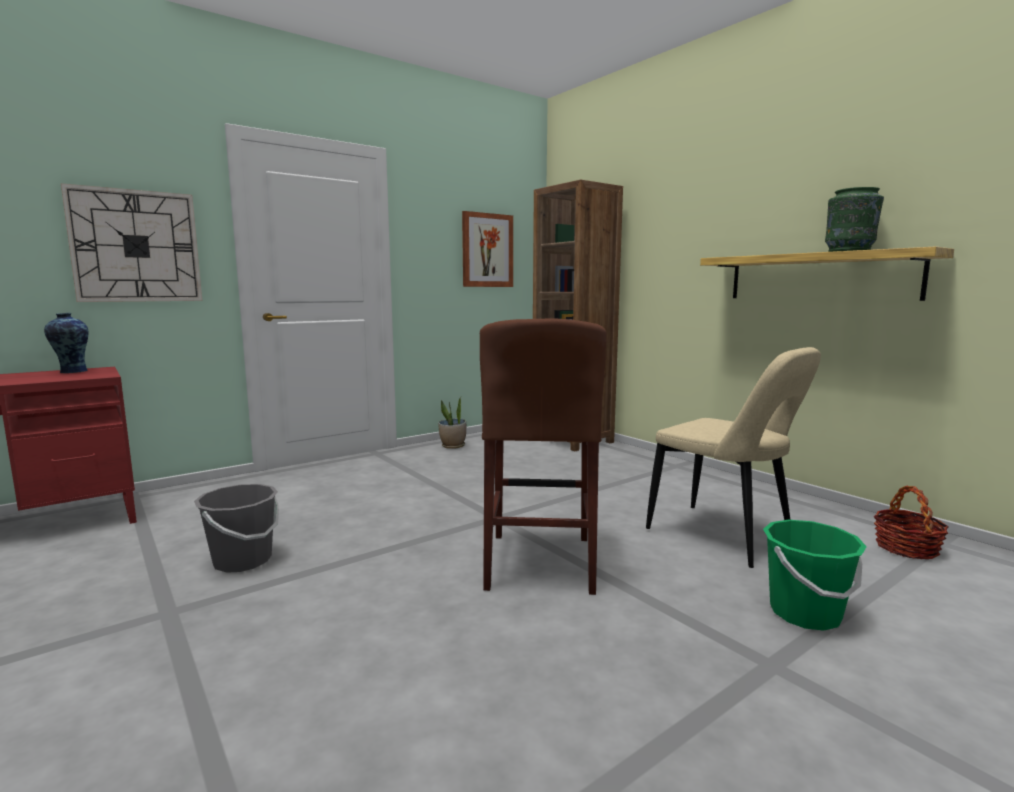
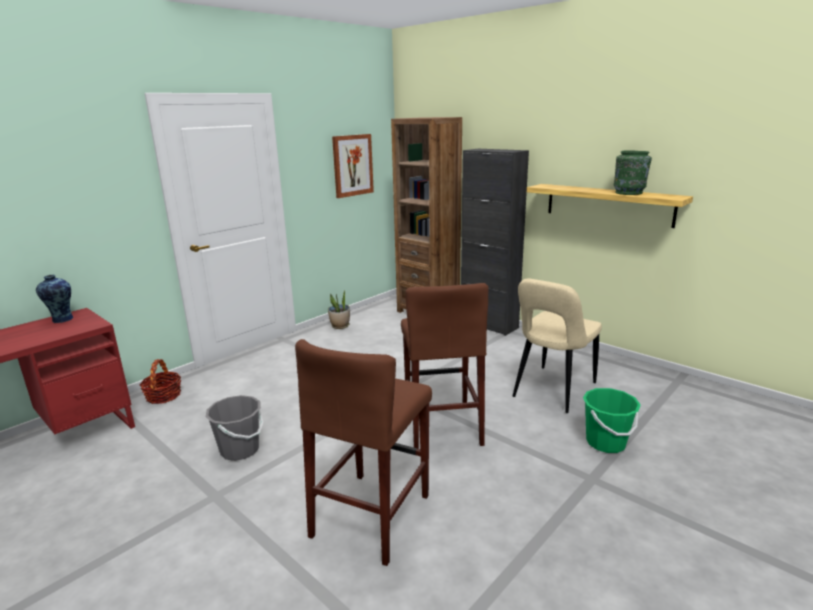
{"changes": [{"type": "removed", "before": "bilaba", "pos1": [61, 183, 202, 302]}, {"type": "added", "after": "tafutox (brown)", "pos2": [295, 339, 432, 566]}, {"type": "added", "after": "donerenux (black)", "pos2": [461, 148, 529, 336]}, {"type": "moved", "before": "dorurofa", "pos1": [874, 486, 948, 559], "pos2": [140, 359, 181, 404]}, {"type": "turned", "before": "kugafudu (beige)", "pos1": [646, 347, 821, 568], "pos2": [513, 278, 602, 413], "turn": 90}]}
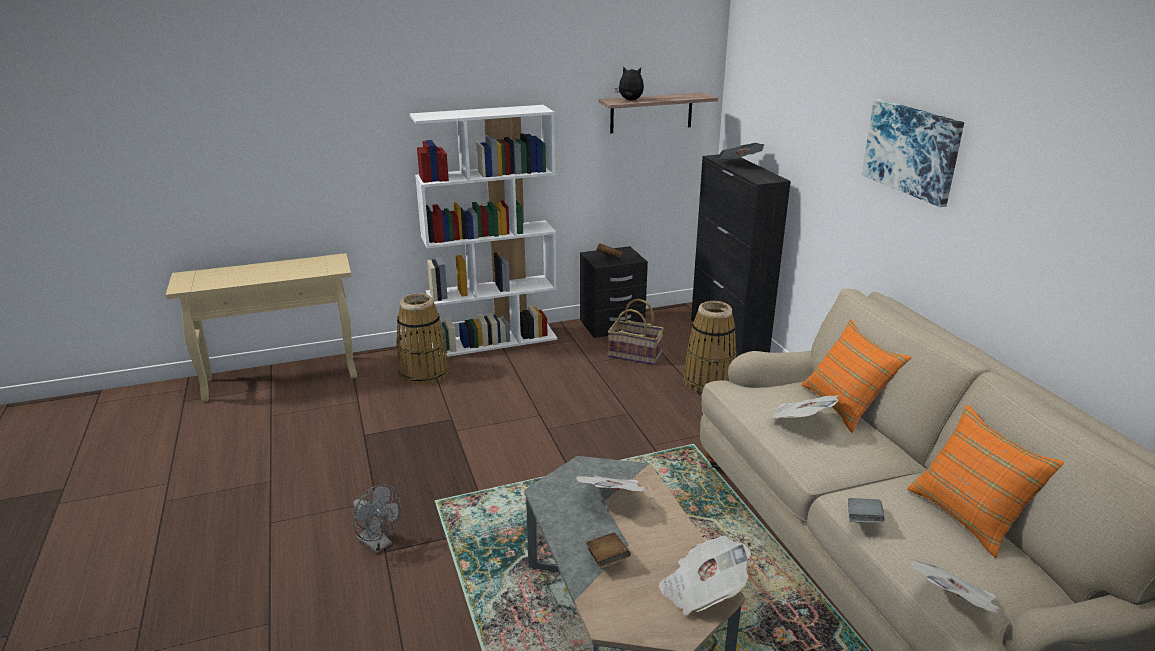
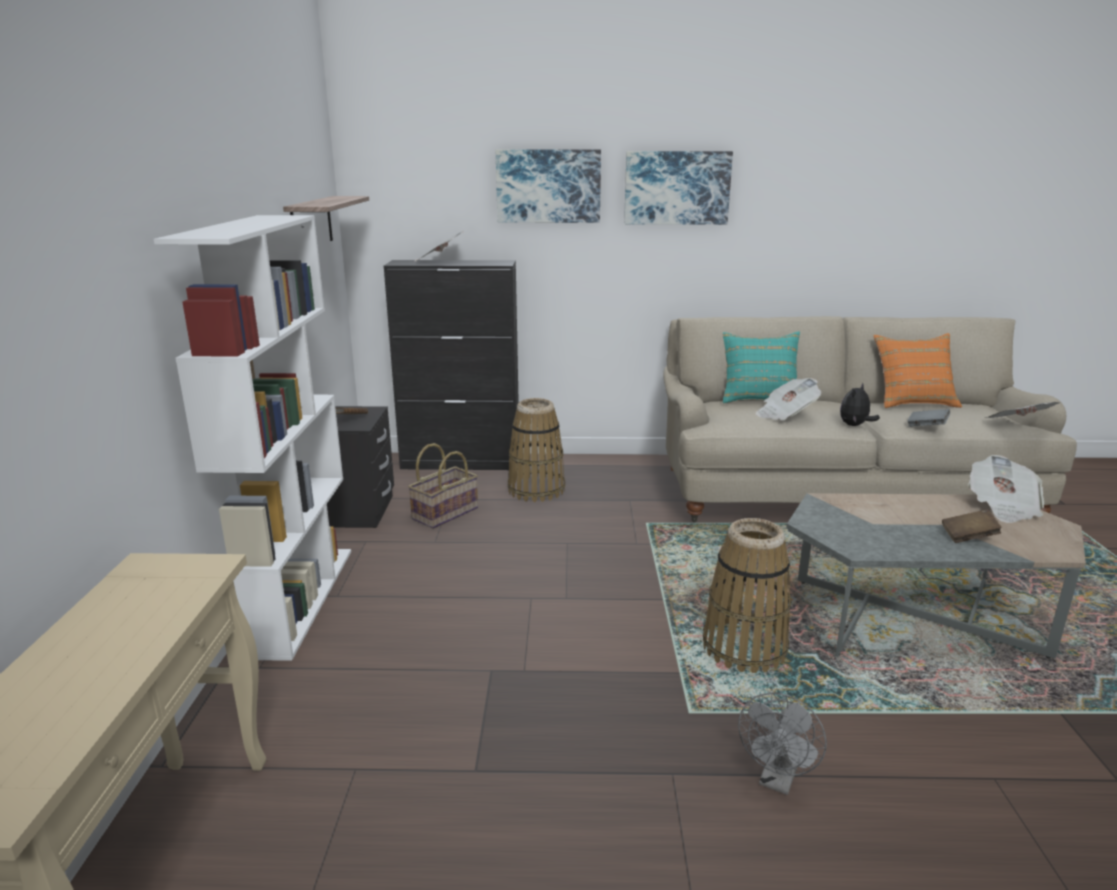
{"changes": [{"type": "removed", "before": "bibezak", "pos1": [576, 476, 646, 491]}, {"type": "added", "after": "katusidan", "pos2": [496, 149, 601, 223]}, {"type": "moved", "before": "dorurofa", "pos1": [396, 293, 449, 386], "pos2": [703, 518, 792, 673]}, {"type": "moved", "before": "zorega", "pos1": [615, 66, 644, 100], "pos2": [840, 383, 880, 426]}, {"type": "recoloured", "before": "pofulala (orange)", "after": "pofulala (turquoise)", "pos1": [801, 319, 912, 433], "pos2": [723, 332, 800, 403]}, {"type": "turned", "before": "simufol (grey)", "pos1": [353, 484, 401, 553], "pos2": [738, 692, 827, 795], "turn": 150}]}
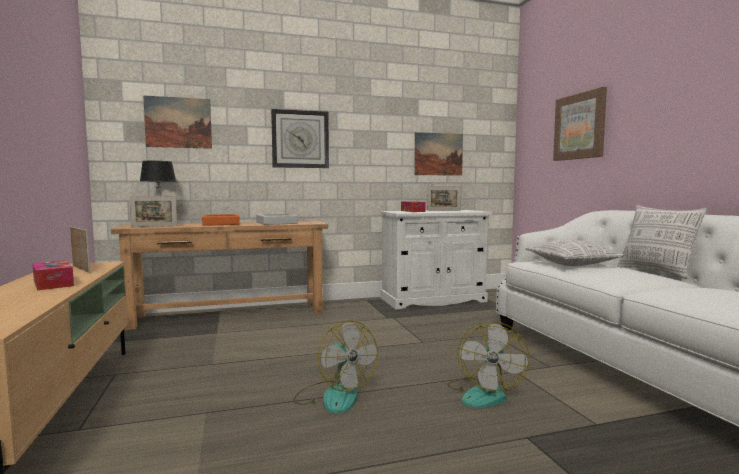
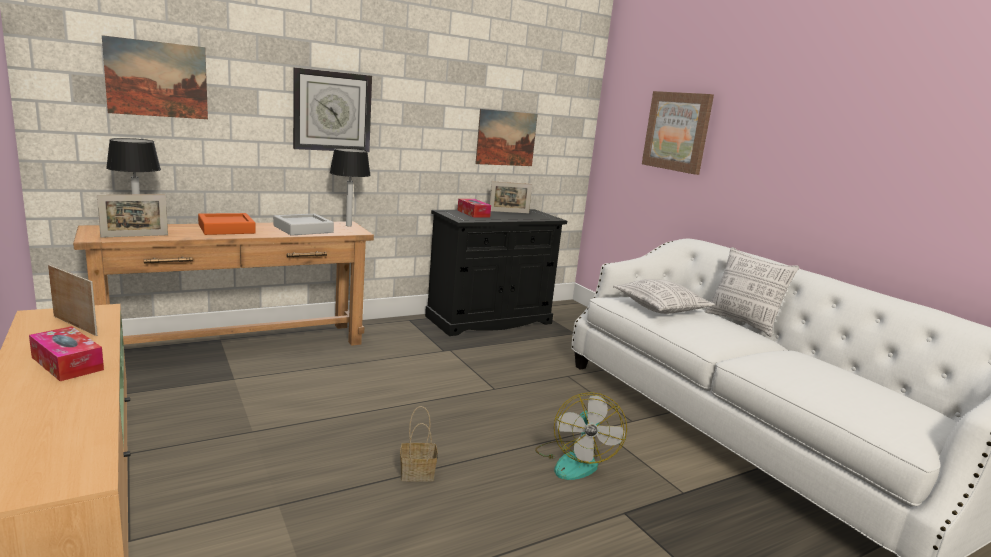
{"changes": [{"type": "added", "after": "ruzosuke", "pos2": [330, 148, 371, 226]}, {"type": "replaced", "before": "simufol", "after": "dorurofa", "pos1": [293, 320, 378, 414], "pos2": [400, 406, 437, 482]}, {"type": "recoloured", "before": "donerenux (white)", "after": "donerenux (black)", "pos1": [380, 210, 492, 309], "pos2": [425, 209, 567, 336]}]}
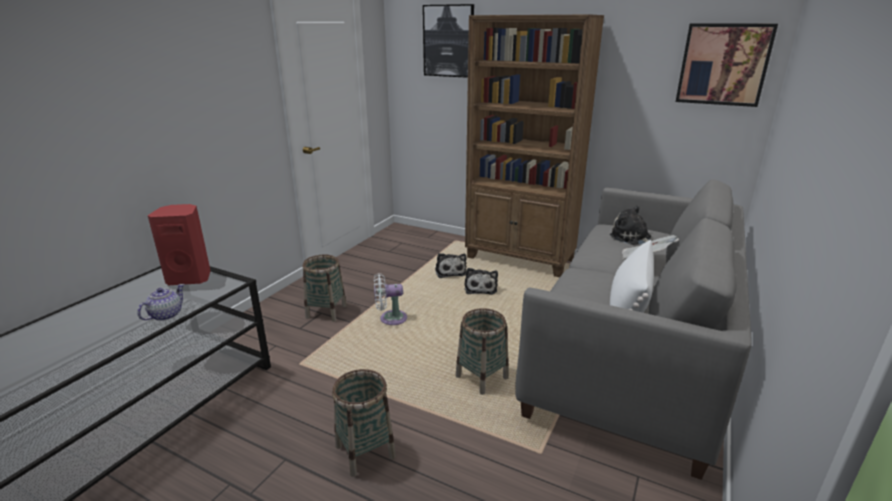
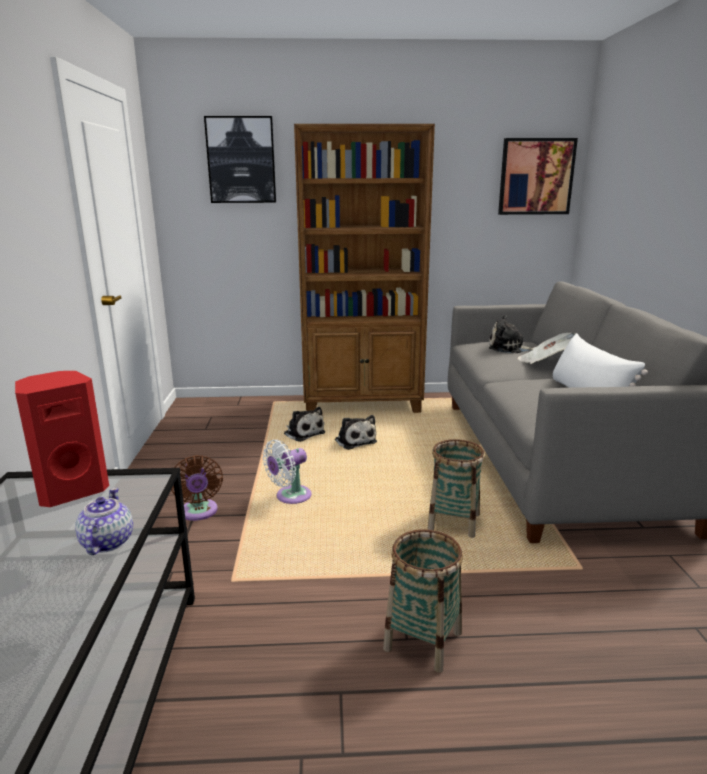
{"changes": [{"type": "replaced", "before": "dorurofa", "after": "simufol (brown)", "pos1": [303, 255, 347, 322], "pos2": [171, 455, 223, 521]}]}
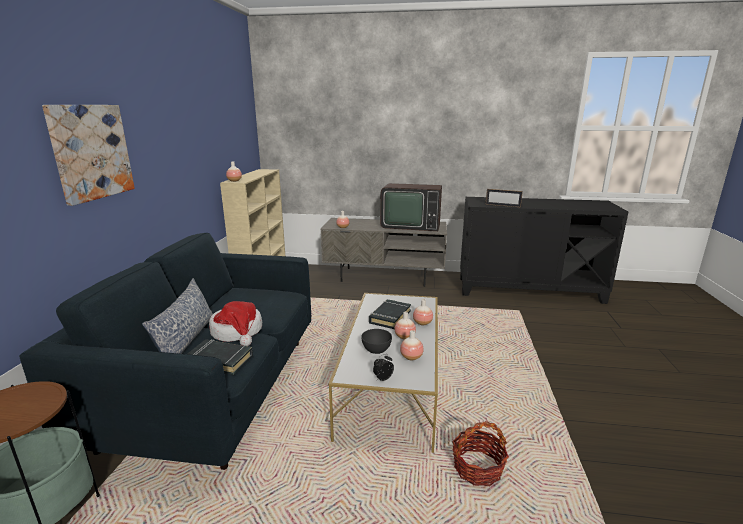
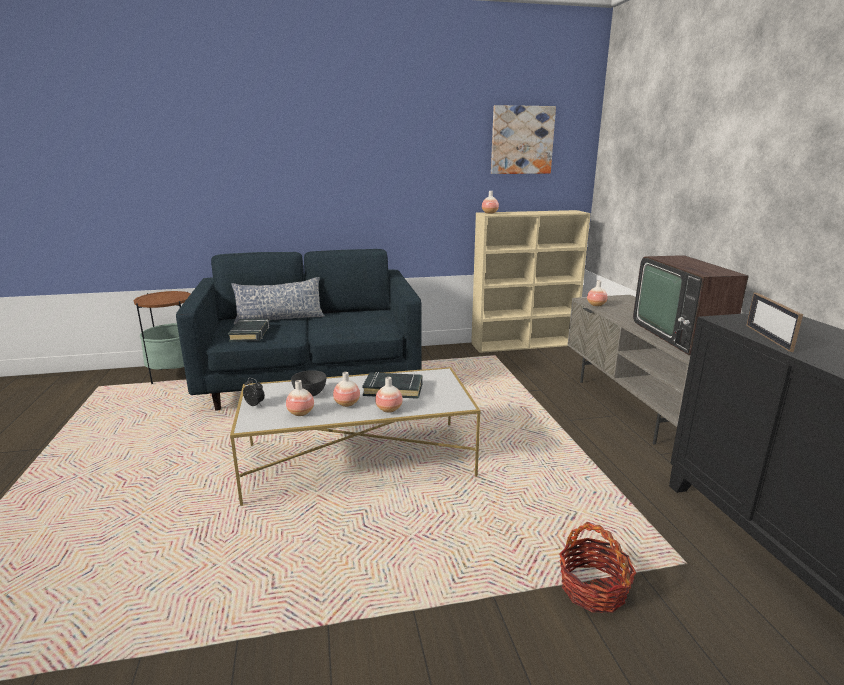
{"changes": [{"type": "removed", "before": "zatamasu", "pos1": [209, 301, 262, 346]}, {"type": "moved", "before": "katusidan", "pos1": [42, 105, 135, 206], "pos2": [491, 105, 556, 174]}, {"type": "moved", "before": "dorurofa", "pos1": [452, 421, 509, 486], "pos2": [559, 522, 636, 613]}]}
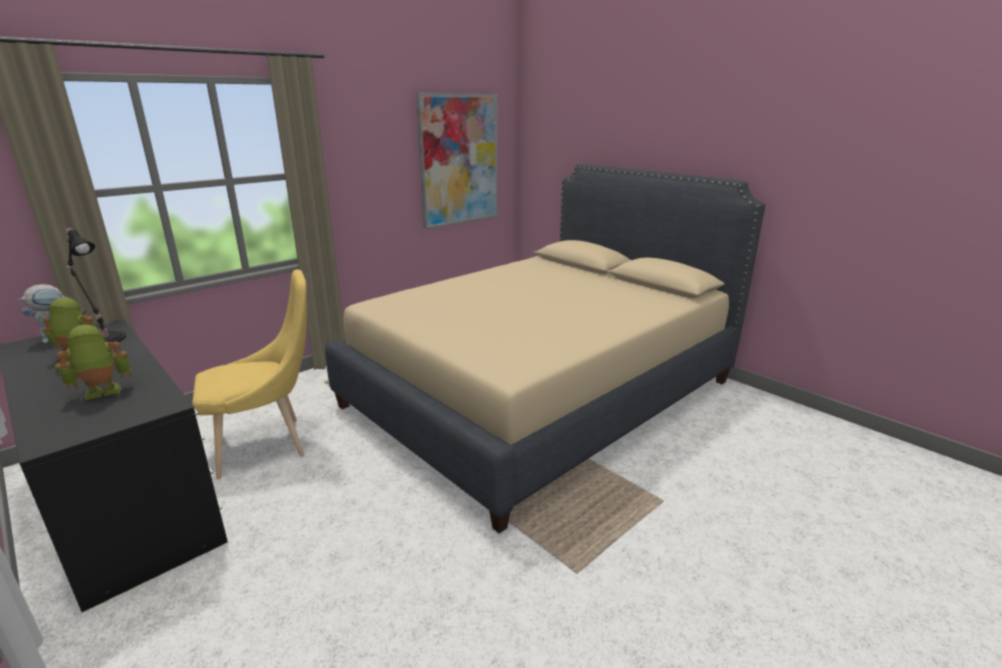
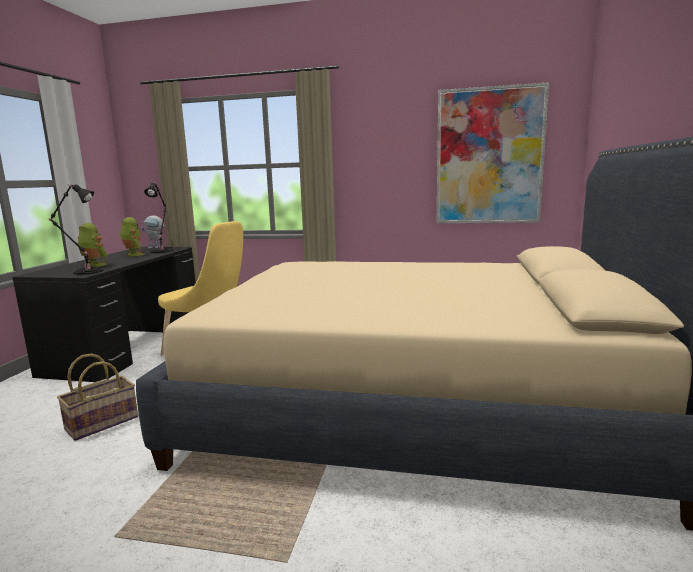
{"changes": [{"type": "added", "after": "ruzosuke (black)", "pos2": [48, 184, 103, 275]}, {"type": "added", "after": "dorurofa", "pos2": [57, 353, 138, 441]}]}
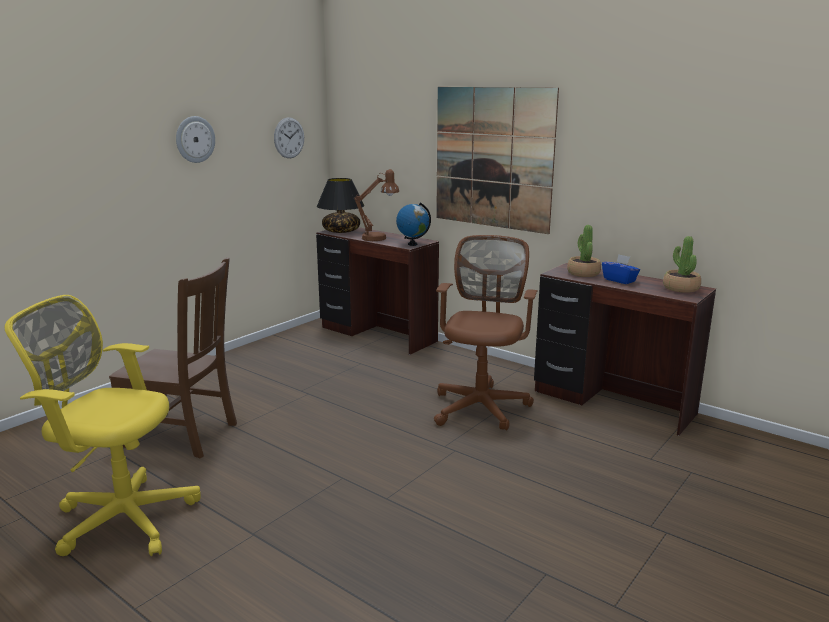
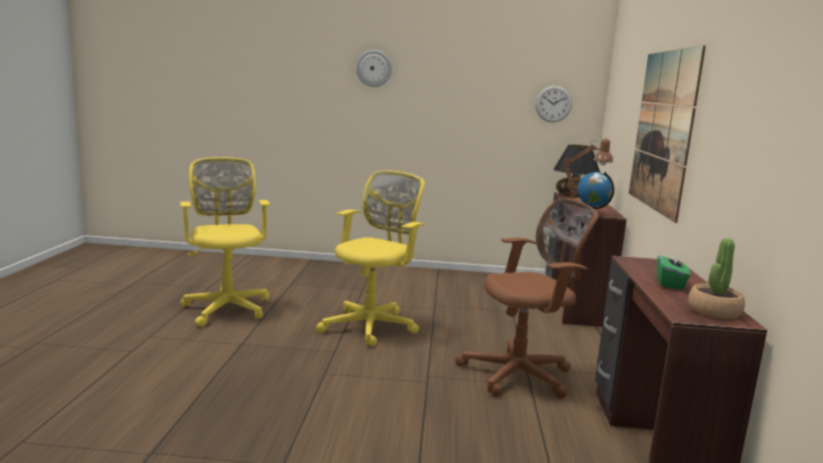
{"changes": [{"type": "removed", "before": "kugafudu (brown)", "pos1": [109, 257, 237, 458]}, {"type": "removed", "before": "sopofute", "pos1": [567, 225, 601, 277]}, {"type": "added", "after": "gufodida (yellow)", "pos2": [316, 170, 426, 346]}, {"type": "moved", "before": "bilaba", "pos1": [176, 116, 215, 163], "pos2": [356, 50, 392, 87]}, {"type": "recoloured", "before": "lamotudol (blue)", "after": "lamotudol (green)", "pos1": [602, 254, 640, 284], "pos2": [657, 251, 690, 289]}]}
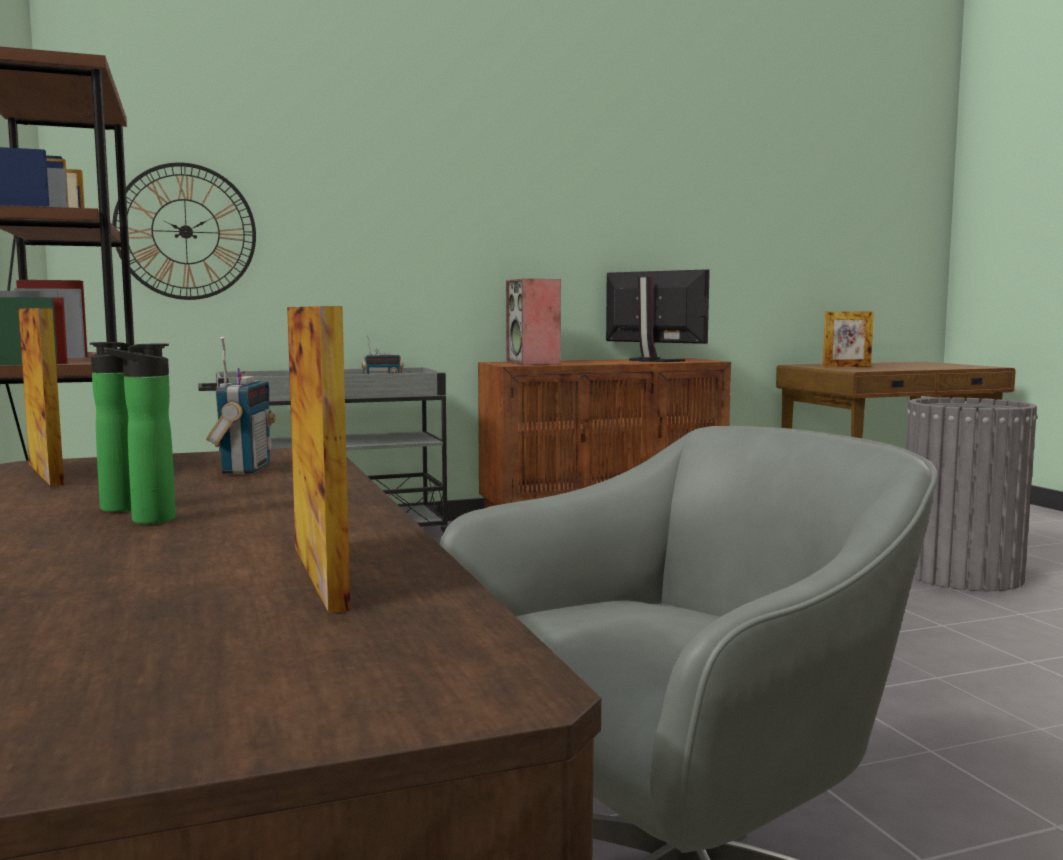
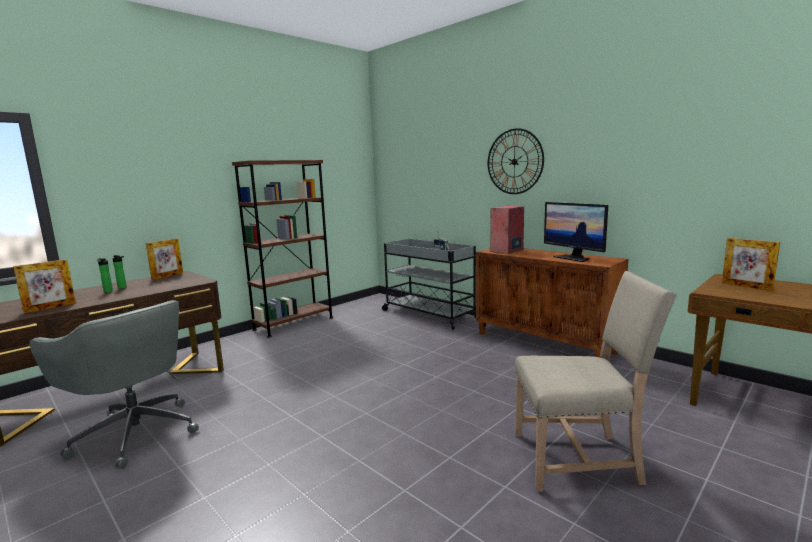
{"changes": [{"type": "removed", "before": "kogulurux", "pos1": [206, 337, 276, 475]}, {"type": "moved", "before": "bilaba", "pos1": [112, 163, 256, 300], "pos2": [488, 128, 544, 194]}, {"type": "replaced", "before": "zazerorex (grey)", "after": "kugafudu (beige)", "pos1": [906, 397, 1038, 591], "pos2": [515, 271, 677, 492]}, {"type": "turned", "before": "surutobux", "pos1": [606, 269, 710, 362], "pos2": [544, 202, 608, 262], "turn": 135}]}
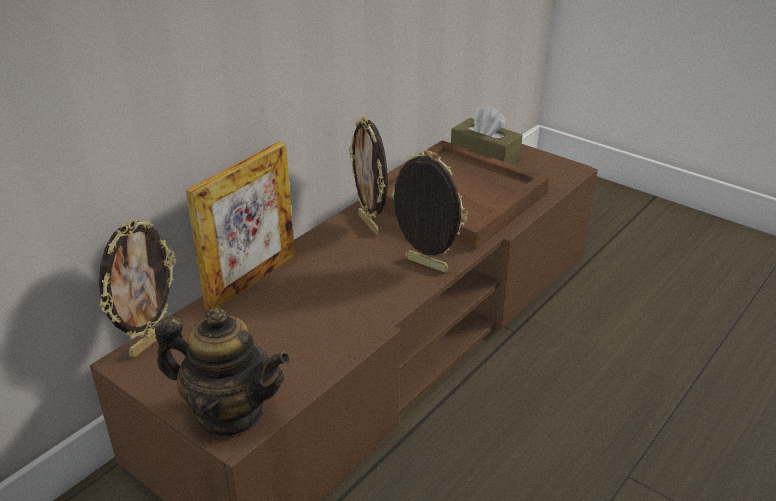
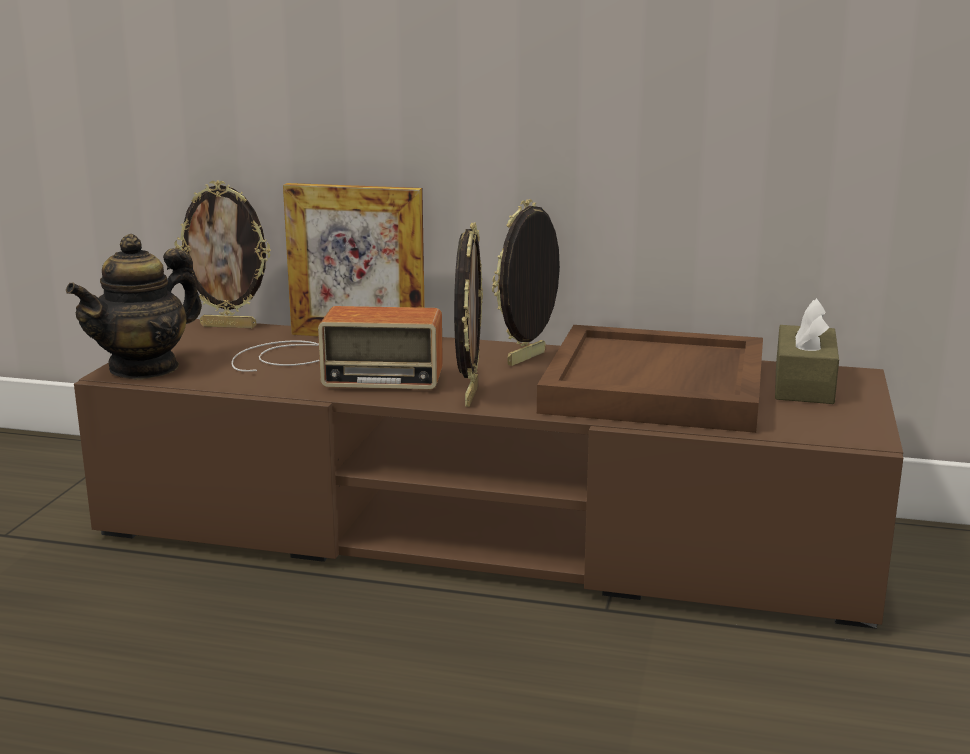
{"changes": [{"type": "added", "after": "kogulurux", "pos2": [231, 306, 443, 389]}, {"type": "turned", "before": "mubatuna", "pos1": [155, 307, 290, 436], "pos2": [66, 234, 202, 380], "turn": 45}]}
